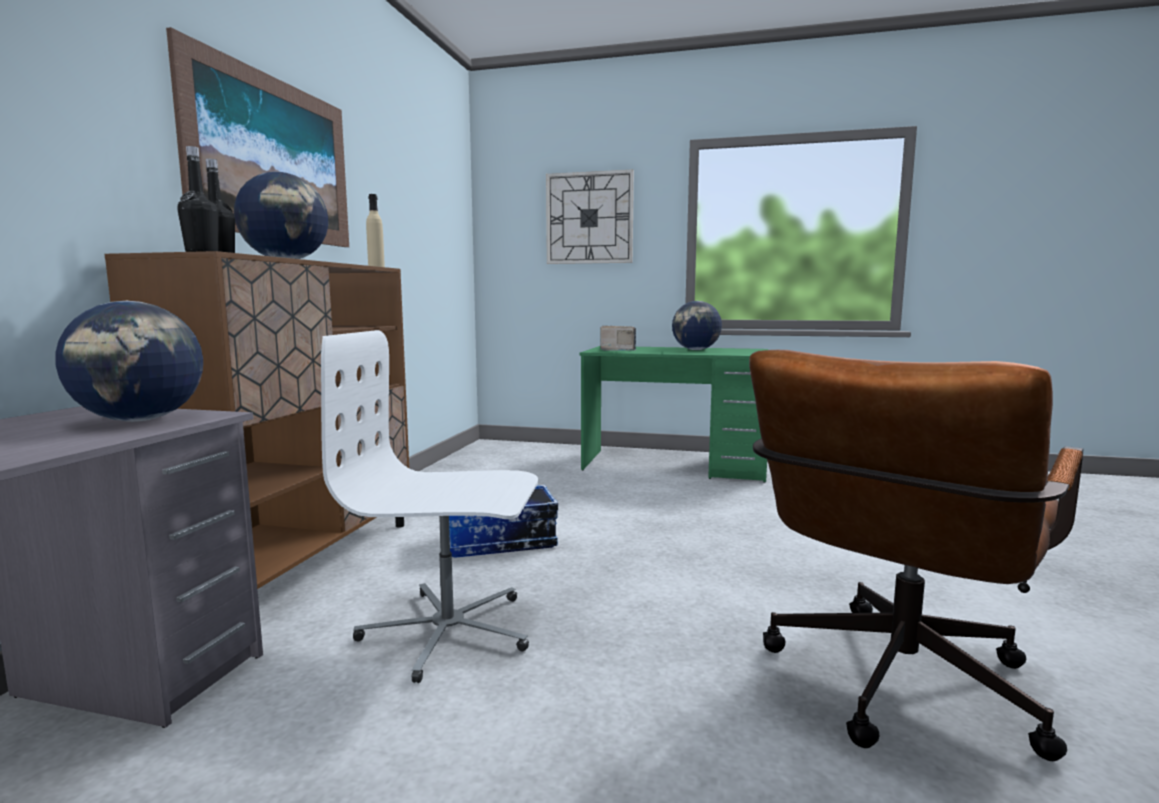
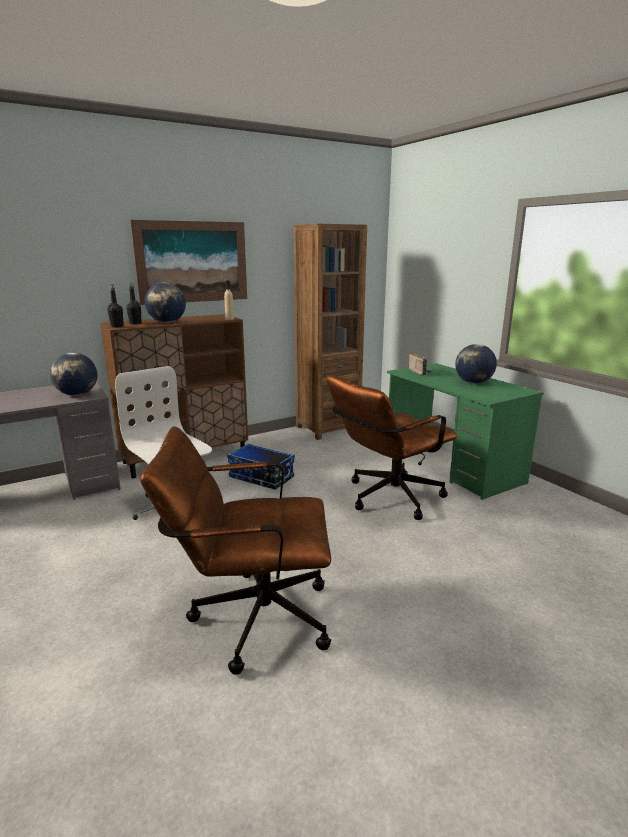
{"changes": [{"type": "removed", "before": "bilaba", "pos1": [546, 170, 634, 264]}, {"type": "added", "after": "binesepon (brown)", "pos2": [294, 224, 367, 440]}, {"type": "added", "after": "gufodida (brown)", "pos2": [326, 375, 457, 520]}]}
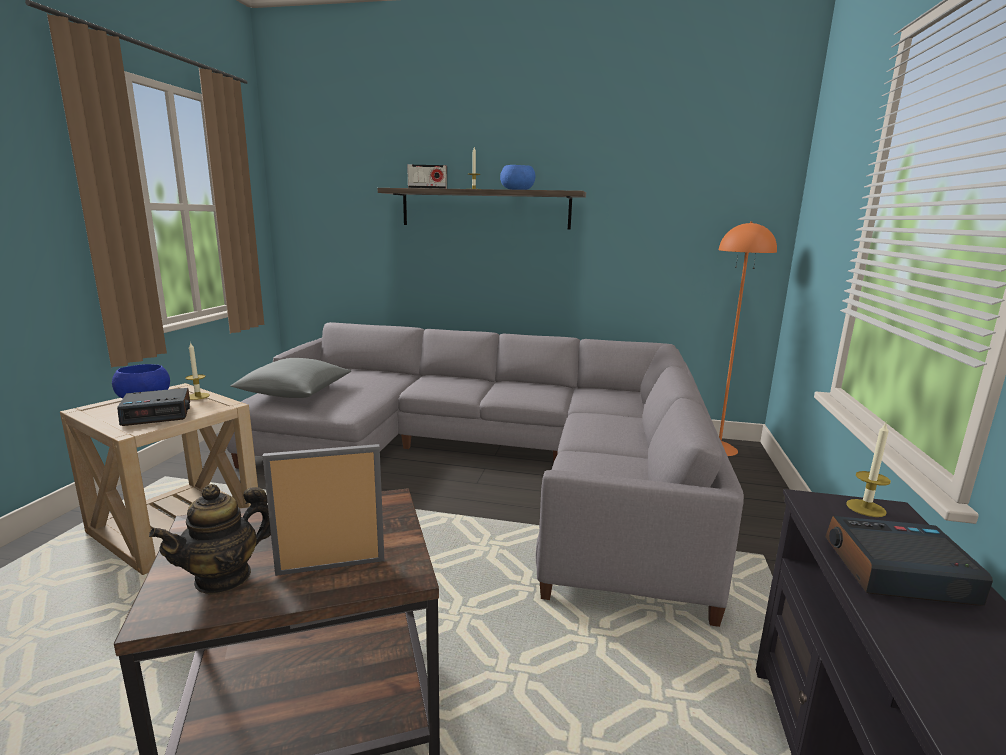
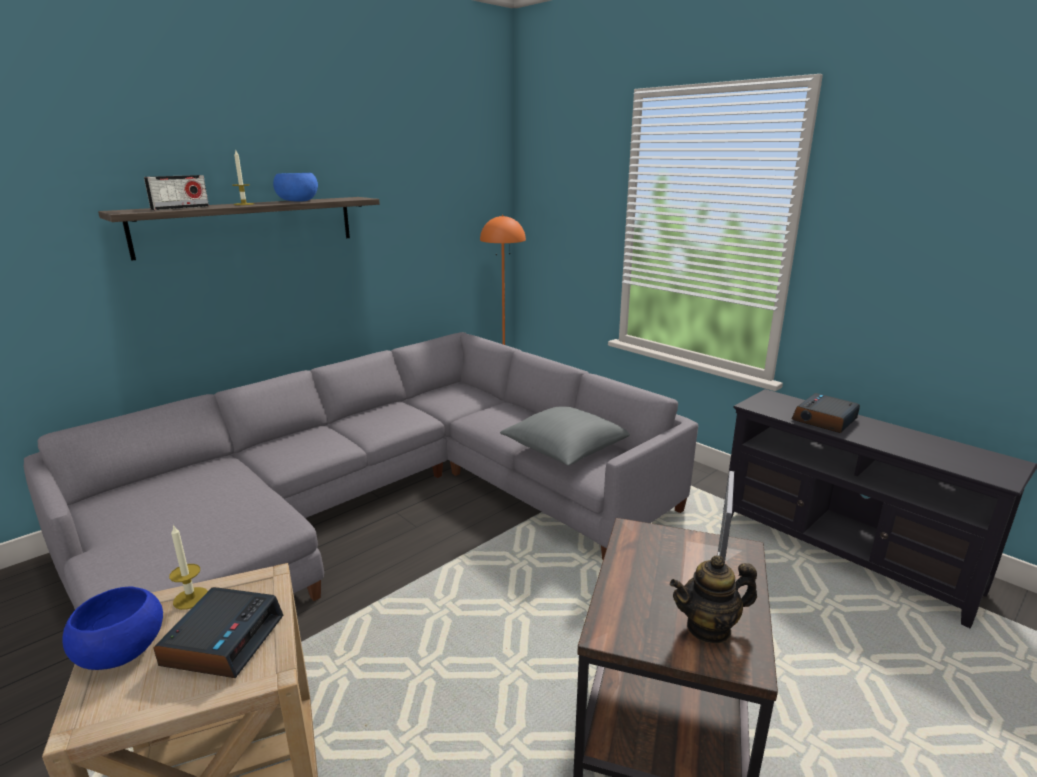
{"changes": [{"type": "removed", "before": "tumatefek", "pos1": [846, 423, 891, 517]}, {"type": "moved", "before": "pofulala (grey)", "pos1": [231, 358, 351, 398], "pos2": [500, 406, 630, 465]}, {"type": "turned", "before": "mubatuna", "pos1": [149, 484, 271, 595], "pos2": [670, 555, 757, 644], "turn": 90}]}
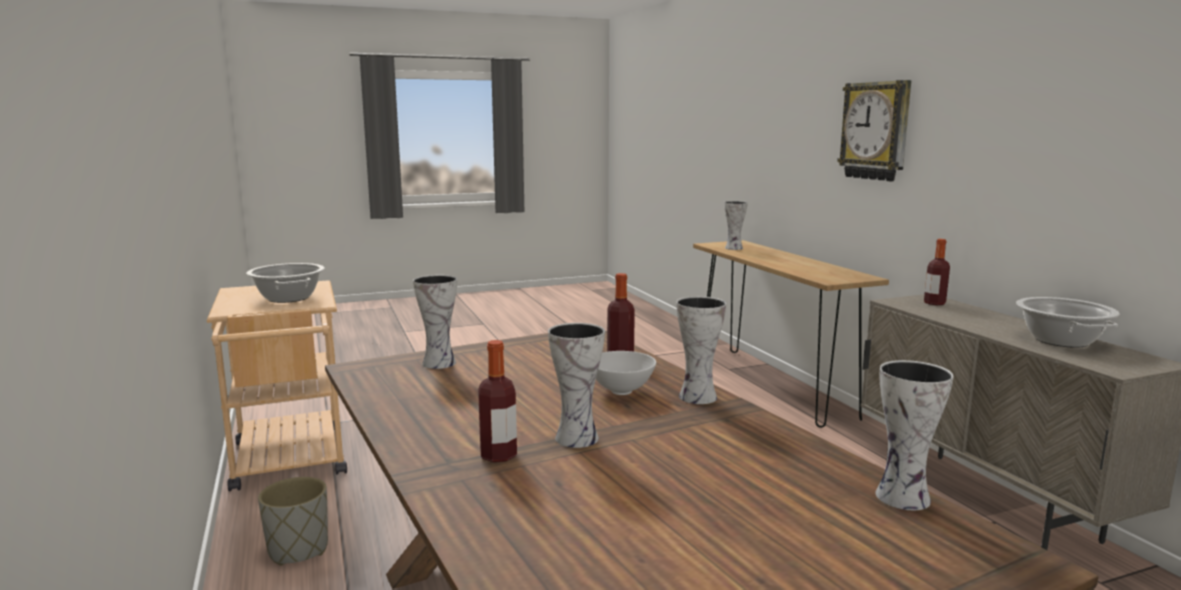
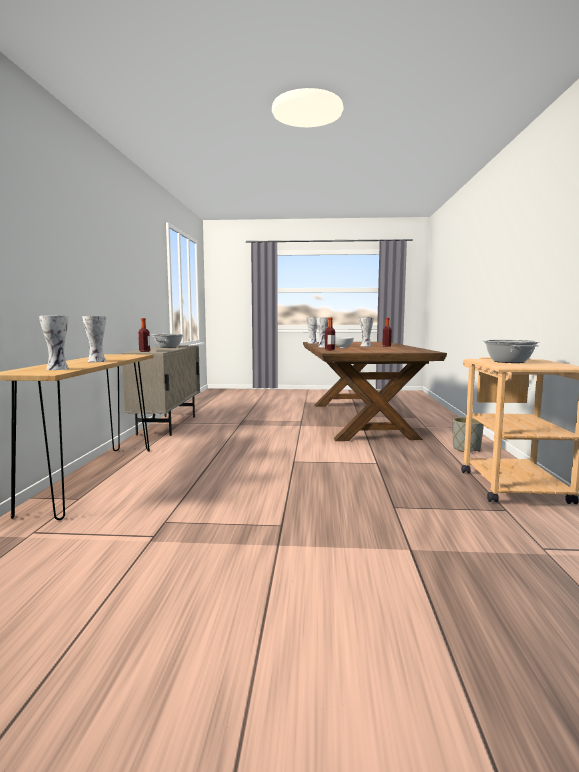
{"changes": [{"type": "removed", "before": "bilaba", "pos1": [837, 80, 911, 181]}, {"type": "moved", "before": "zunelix", "pos1": [413, 275, 457, 369], "pos2": [82, 316, 106, 362]}]}
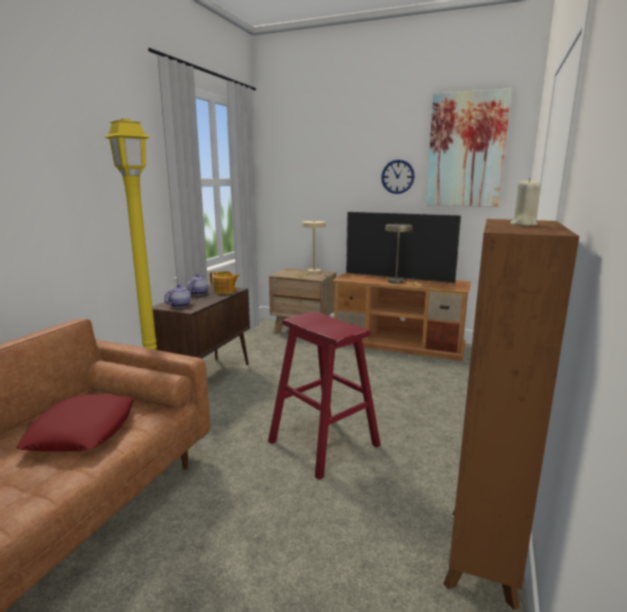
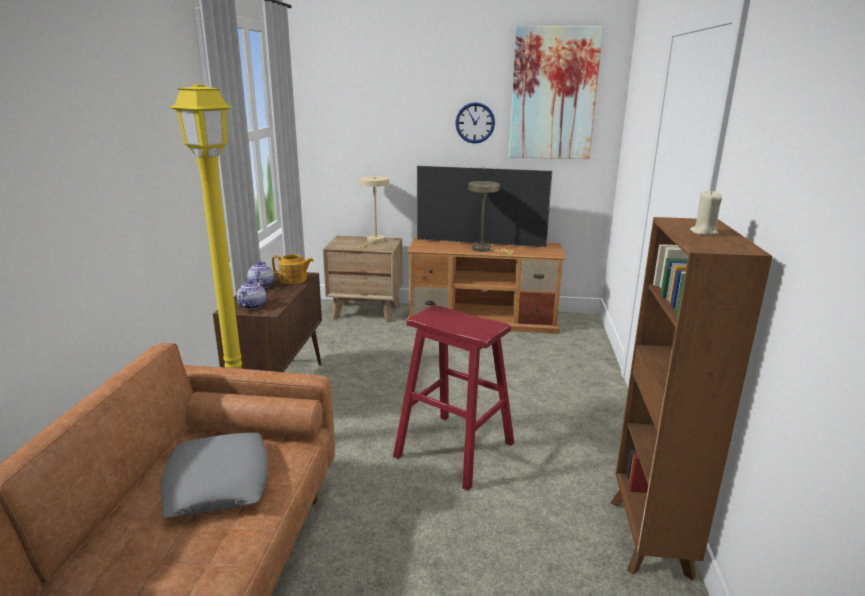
{"changes": [{"type": "recoloured", "before": "pofulala (red)", "after": "pofulala (grey)", "pos1": [16, 394, 134, 451], "pos2": [161, 433, 268, 517]}]}
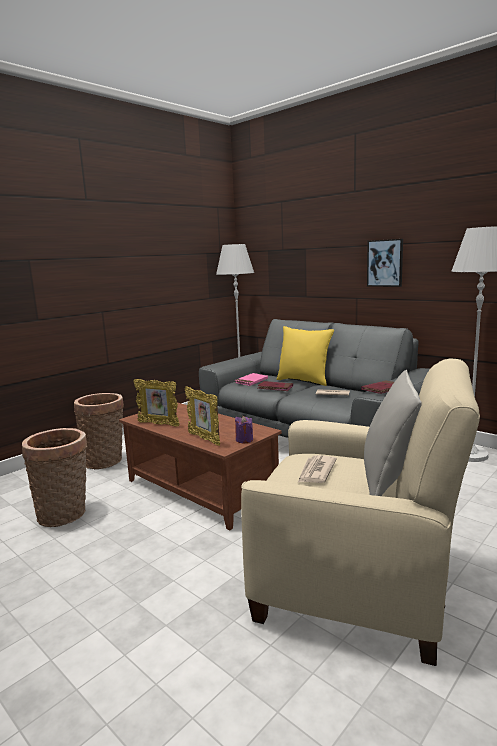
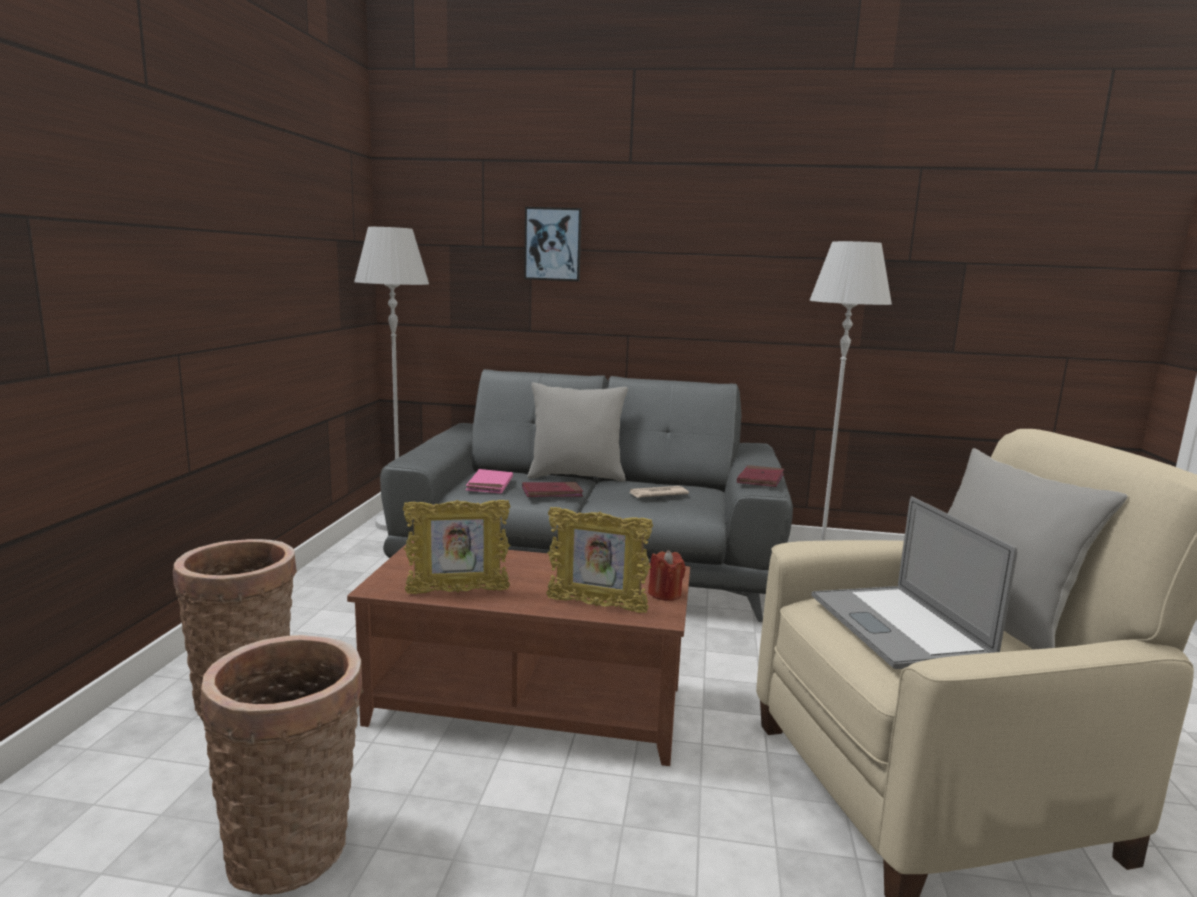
{"changes": [{"type": "moved", "before": "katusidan", "pos1": [367, 239, 403, 287], "pos2": [524, 207, 582, 281]}, {"type": "replaced", "before": "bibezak", "after": "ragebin", "pos1": [298, 455, 337, 483], "pos2": [811, 496, 1017, 669]}, {"type": "recoloured", "before": "tumatefek (purple)", "after": "tumatefek (red)", "pos1": [235, 416, 253, 443], "pos2": [648, 550, 686, 601]}, {"type": "recoloured", "before": "pofulala (yellow)", "after": "pofulala (grey)", "pos1": [277, 326, 334, 386], "pos2": [527, 382, 628, 482]}]}
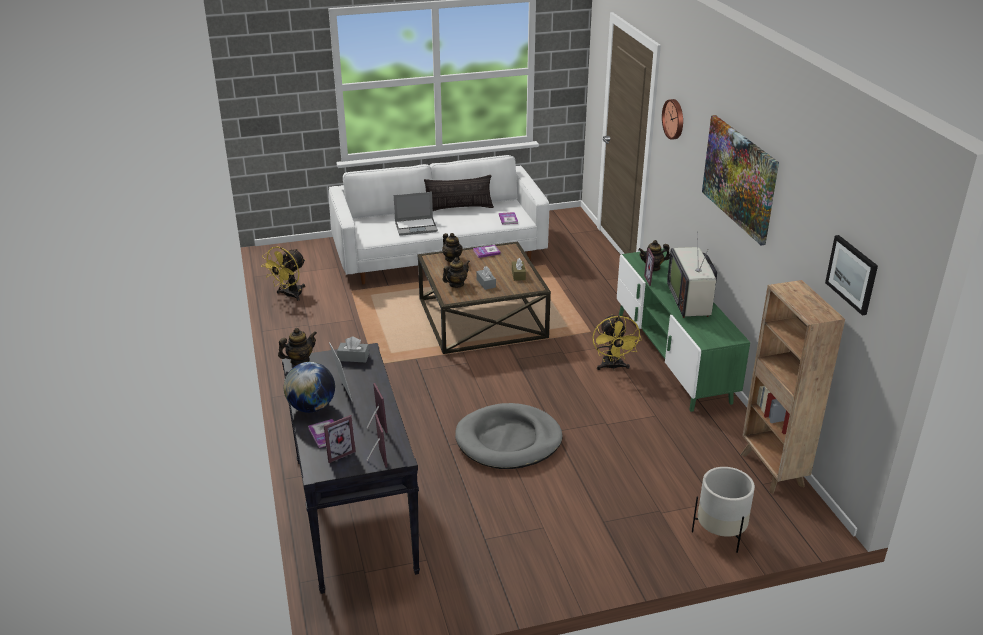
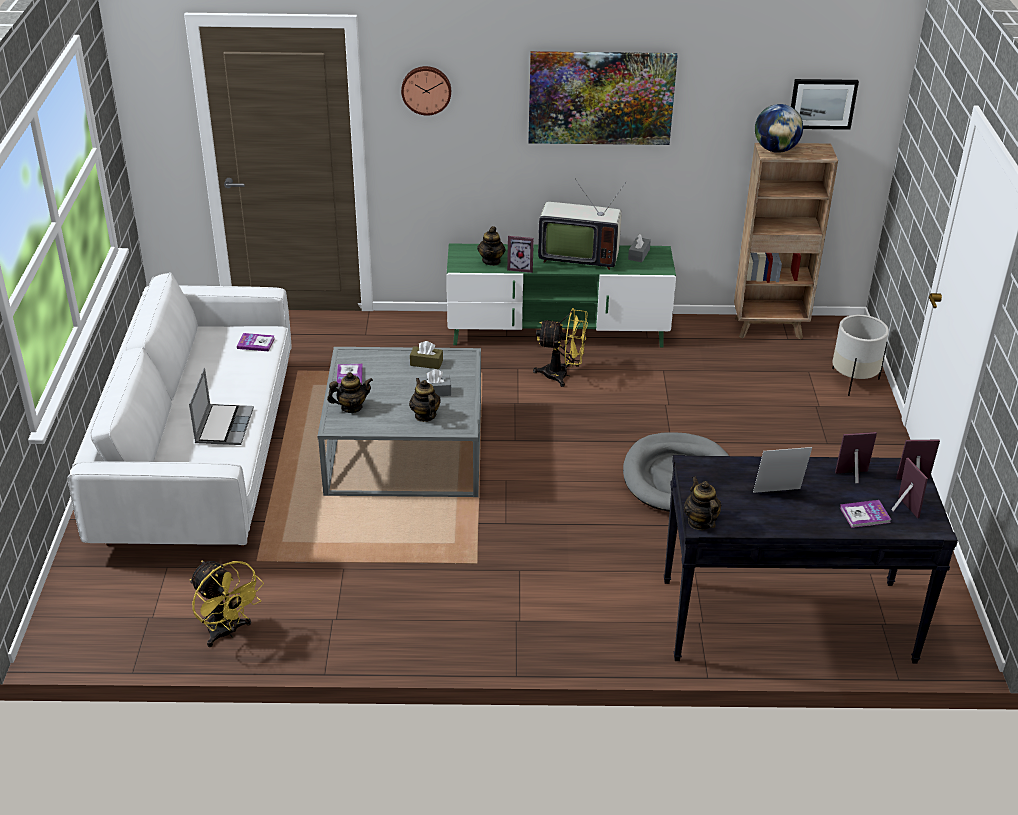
{"changes": [{"type": "removed", "before": "pofulala", "pos1": [424, 175, 494, 211]}, {"type": "moved", "before": "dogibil", "pos1": [284, 362, 335, 413], "pos2": [755, 104, 803, 153]}, {"type": "moved", "before": "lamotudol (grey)", "pos1": [337, 337, 369, 363], "pos2": [628, 234, 651, 262]}, {"type": "recoloured", "before": "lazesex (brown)", "after": "lazesex (grey)", "pos1": [417, 242, 551, 354], "pos2": [317, 347, 481, 497]}]}
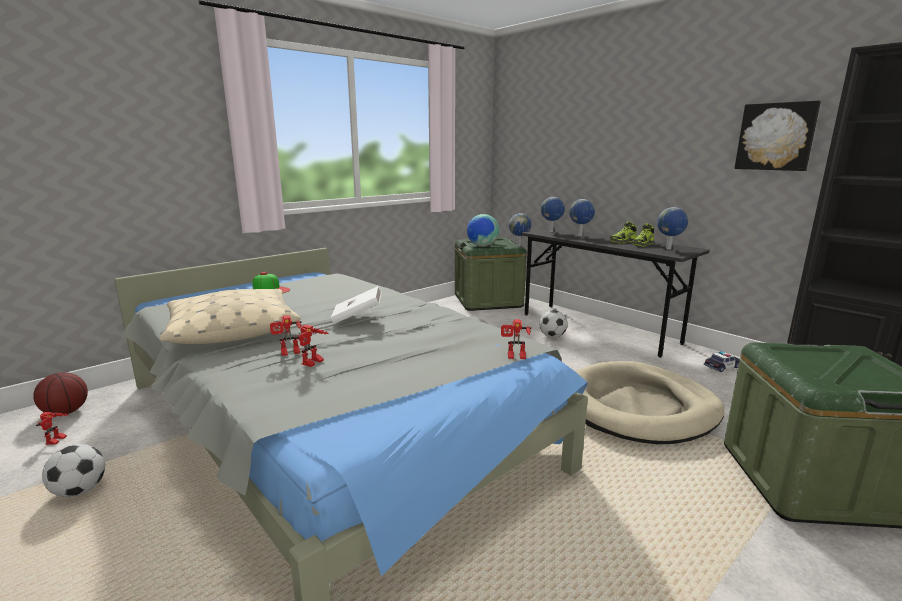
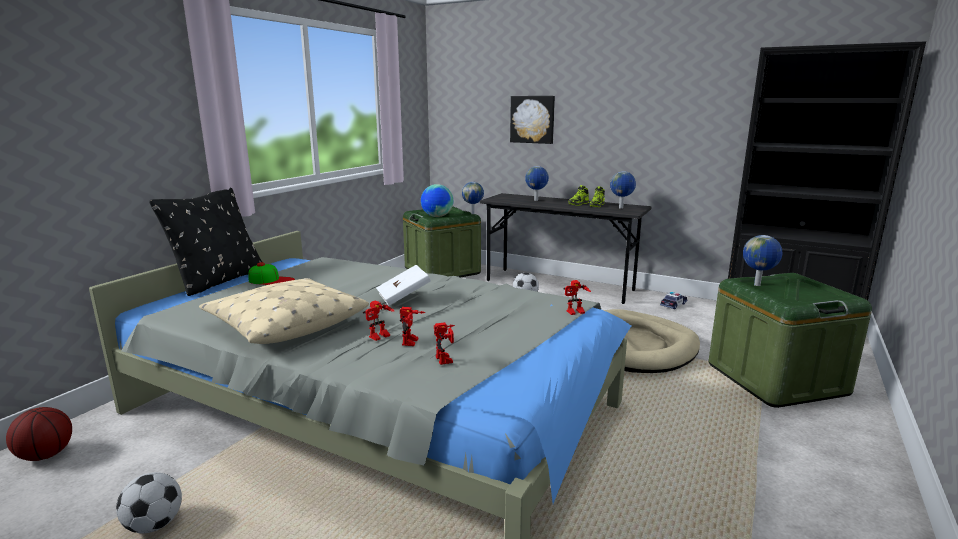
{"changes": [{"type": "added", "after": "pofulala (black)", "pos2": [149, 188, 262, 296]}, {"type": "moved", "before": "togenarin", "pos1": [36, 412, 69, 445], "pos2": [434, 322, 455, 365]}, {"type": "moved", "before": "dogibil", "pos1": [541, 197, 565, 232], "pos2": [743, 235, 782, 286]}, {"type": "moved", "before": "katusidan", "pos1": [735, 101, 821, 171], "pos2": [510, 96, 555, 144]}]}
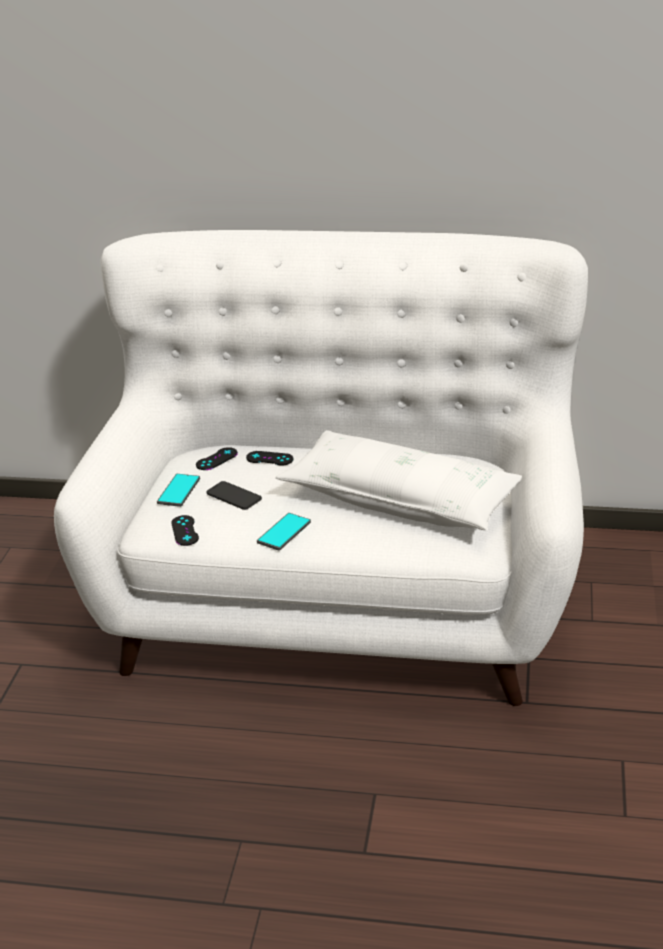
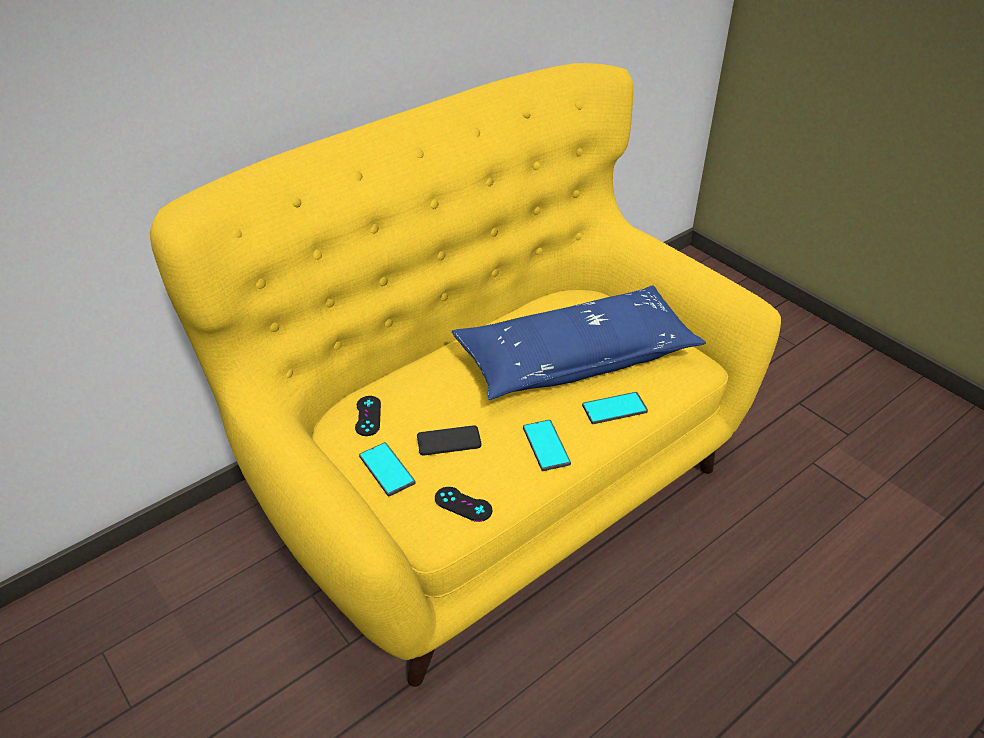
{"changes": [{"type": "removed", "before": "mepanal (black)", "pos1": [246, 451, 293, 465]}, {"type": "added", "after": "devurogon", "pos2": [582, 392, 648, 424]}, {"type": "recoloured", "before": "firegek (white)", "after": "firegek (yellow)", "pos1": [54, 230, 588, 706], "pos2": [150, 63, 781, 687]}, {"type": "recoloured", "before": "pofulala (white)", "after": "pofulala (blue)", "pos1": [276, 430, 522, 530], "pos2": [452, 285, 706, 400]}]}
